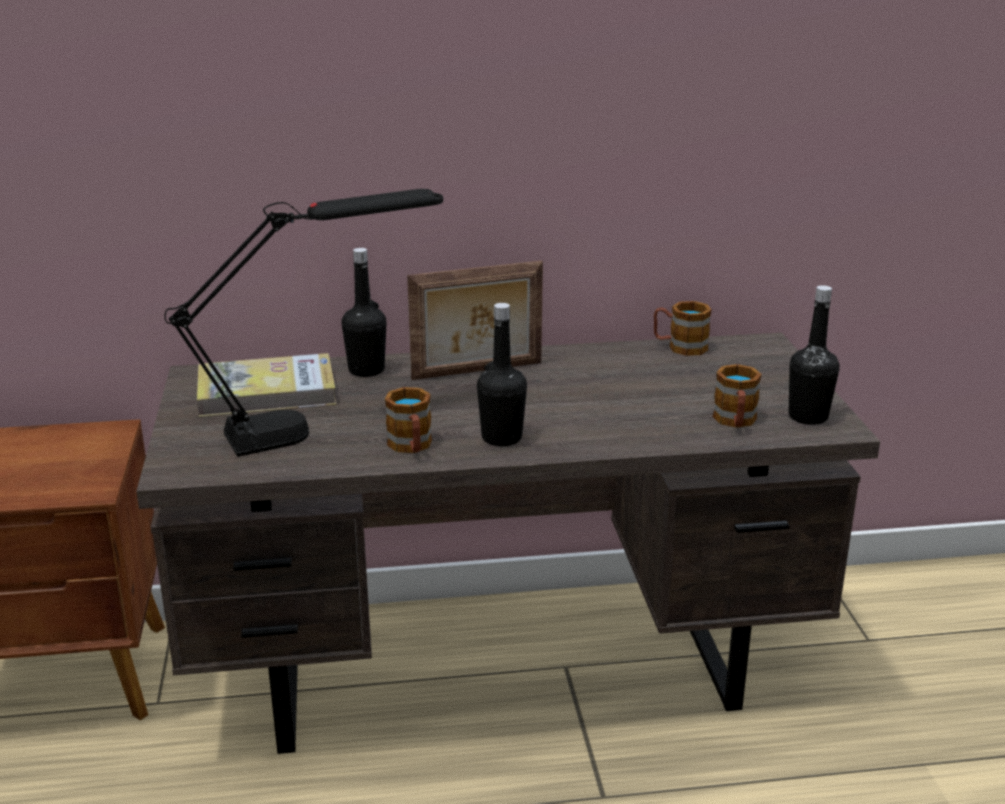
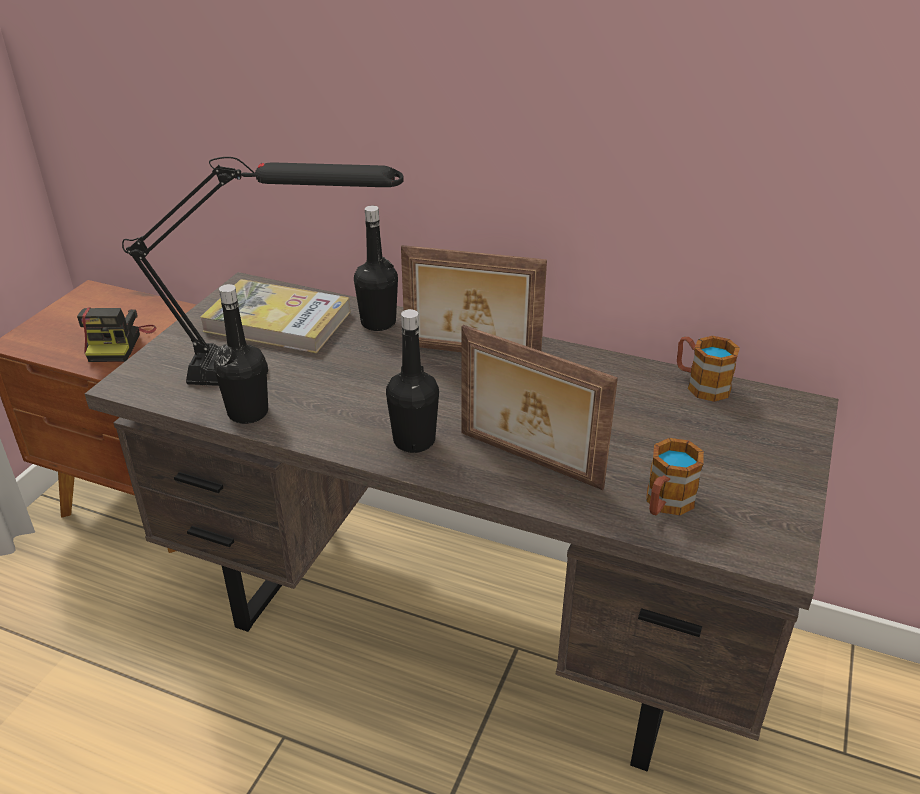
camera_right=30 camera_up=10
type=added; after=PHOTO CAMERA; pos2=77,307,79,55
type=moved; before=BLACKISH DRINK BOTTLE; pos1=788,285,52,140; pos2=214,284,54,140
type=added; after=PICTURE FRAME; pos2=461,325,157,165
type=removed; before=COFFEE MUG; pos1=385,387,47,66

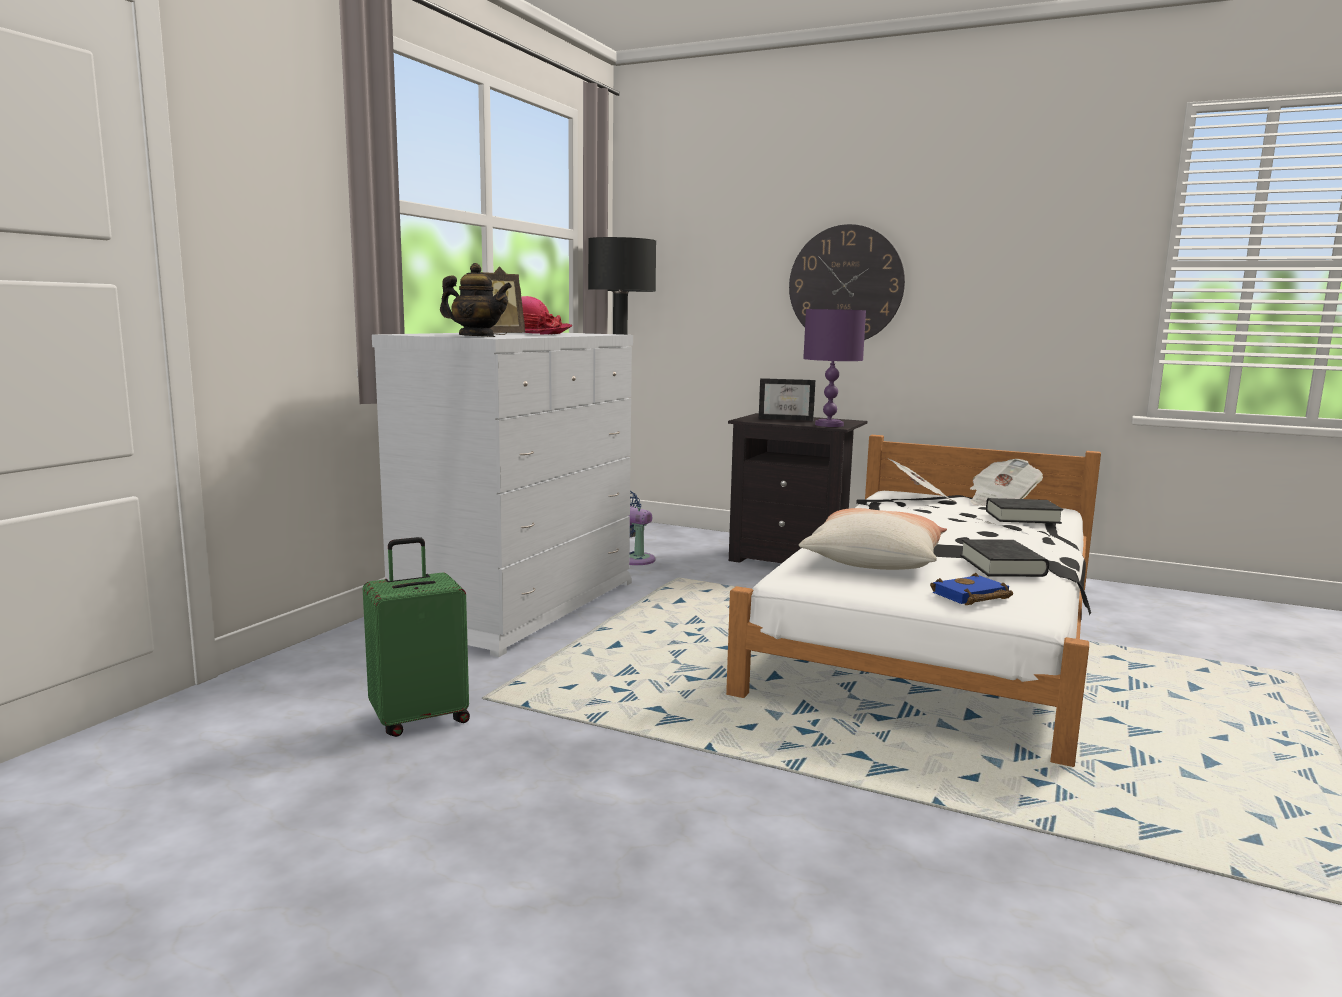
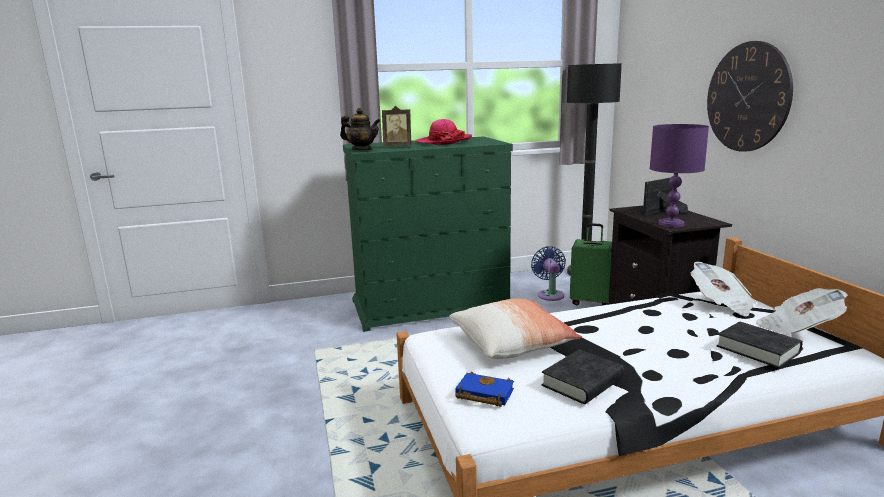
camera_right=50 camera_up=5
type=turned; before=TEA POT; pos1=440,263,72,74; pos2=340,108,41,42; turn=-45
type=recoloured; before=WHITE-COLOURED DRESSER; after=GREENISH DRESSER; pos1=372,333,261,324; pos2=343,136,170,196
type=moved; before=GREENISH PIECE OF LUGGAGE; pos1=363,537,107,200; pos2=570,223,42,82
type=turned; before=PICTURE FRAME; pos1=759,378,56,43; pos2=643,178,45,37; turn=90

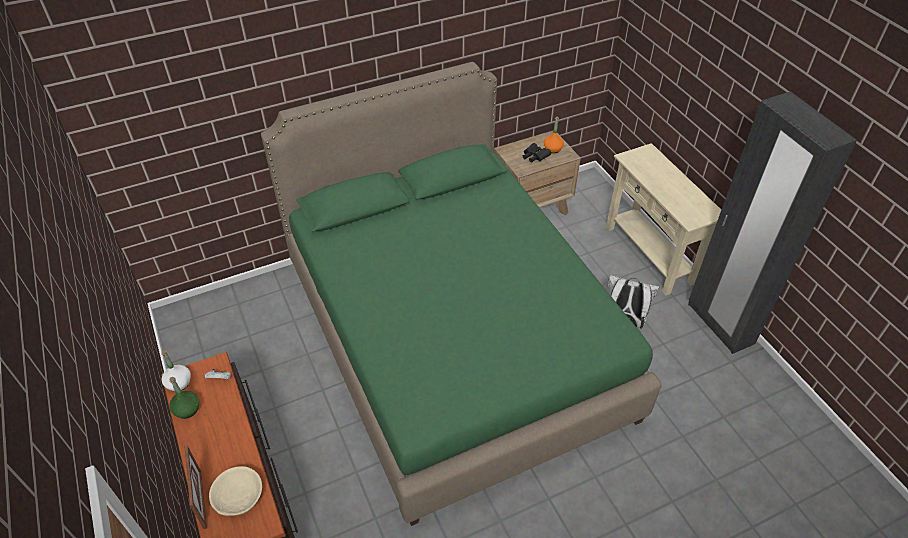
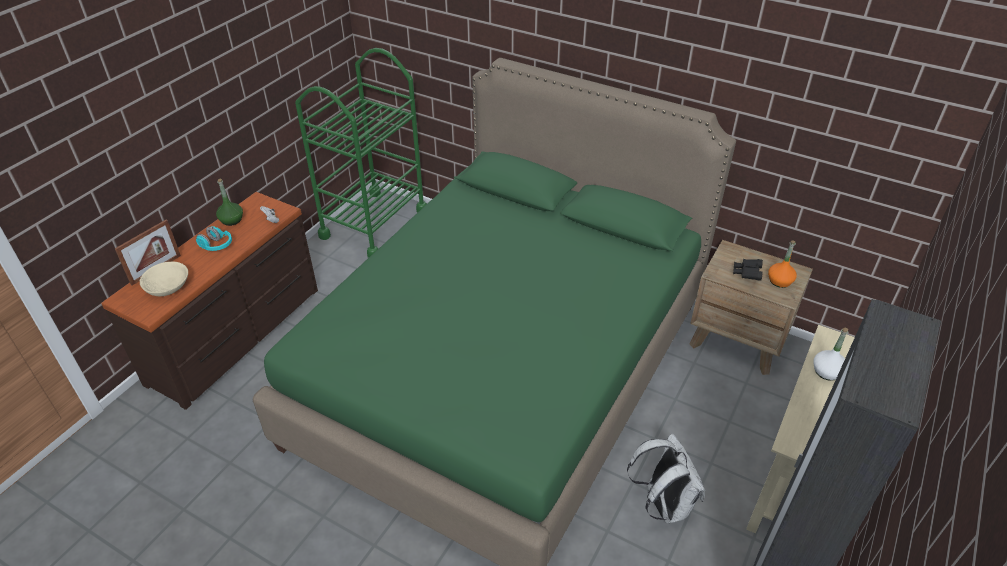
camera_right=55 camera_up=-5
type=added; after=TURQUOISE HEADSET; pos2=196,226,36,25
type=added; after=GREENISH WHEELED CART; pos2=295,48,132,210
type=moved; before=WHITE-COLOURED DRINK BOTTLE; pos1=161,350,30,42; pos2=814,328,34,53

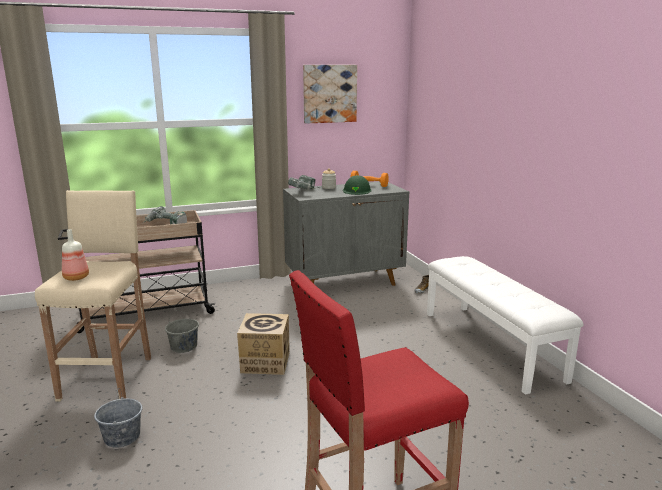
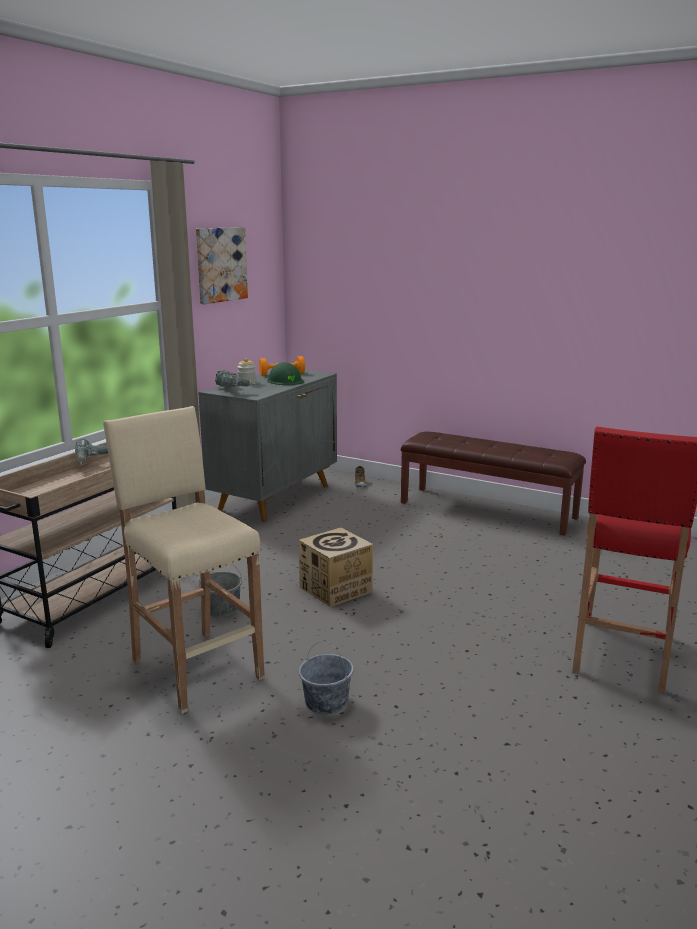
camera_right=-40 camera_up=0
type=recoloured; before=WHITE-COLOURED INDOOR BENCH; after=BROWN-COLOURED INDOOR BENCH; pos1=427,256,157,139; pos2=401,432,185,104
type=removed; before=DRINK BOTTLE; pos1=62,229,27,52

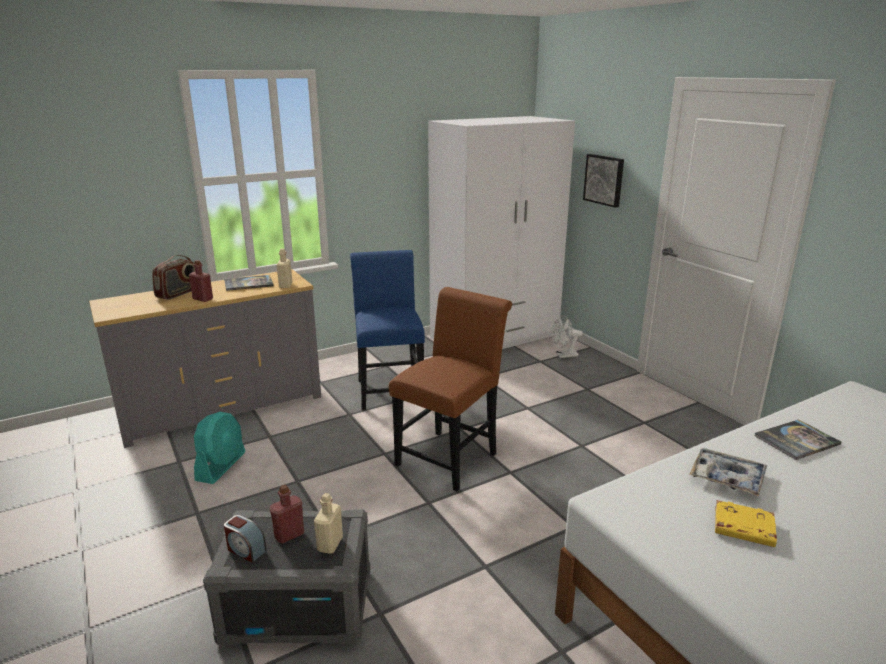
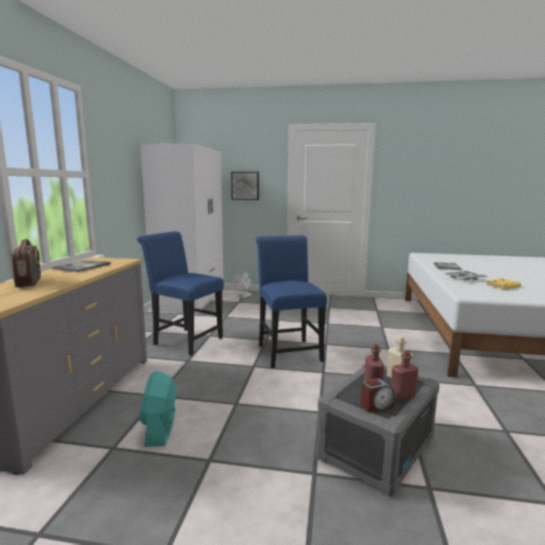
camera_right=-50 camera_up=-10
type=turned; before=TURQUOISE FAN; pos1=194,412,52,72; pos2=139,371,38,76; turn=-150
type=recoloured; before=BROWN-COLOURED CHAIR; after=BLUE-COLOURED CHAIR; pos1=389,287,123,204; pos2=256,235,71,133
type=moved; before=REDDISH DRINK BOTTLE; pos1=189,260,24,42; pos2=391,350,27,51
type=removed; before=BEIGE-COLOURED DRINK BOTTLE; pos1=277,248,16,40

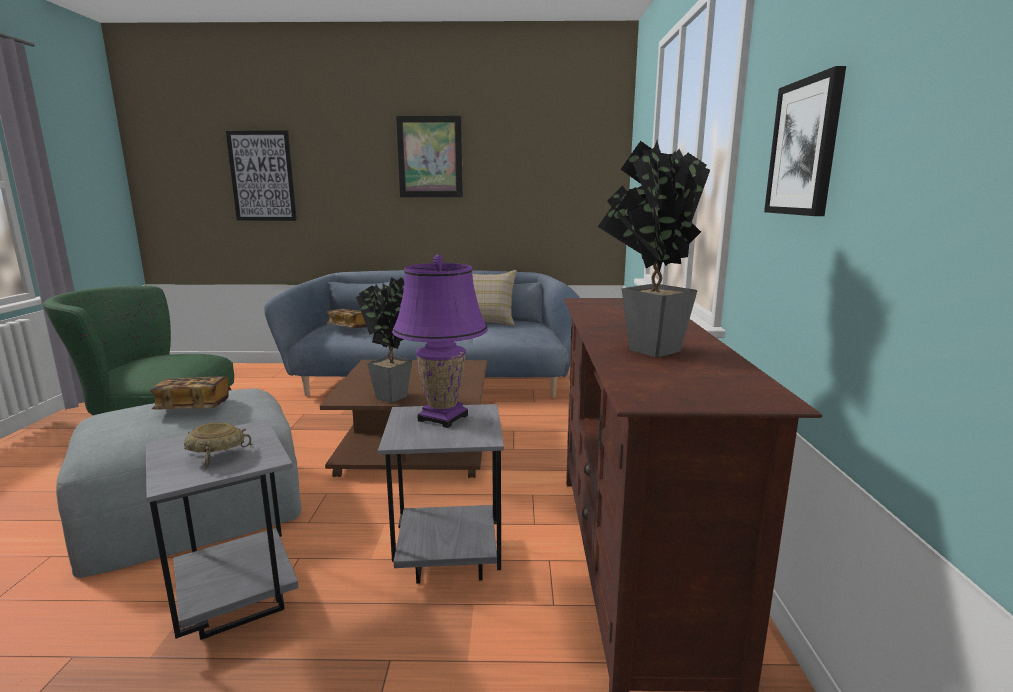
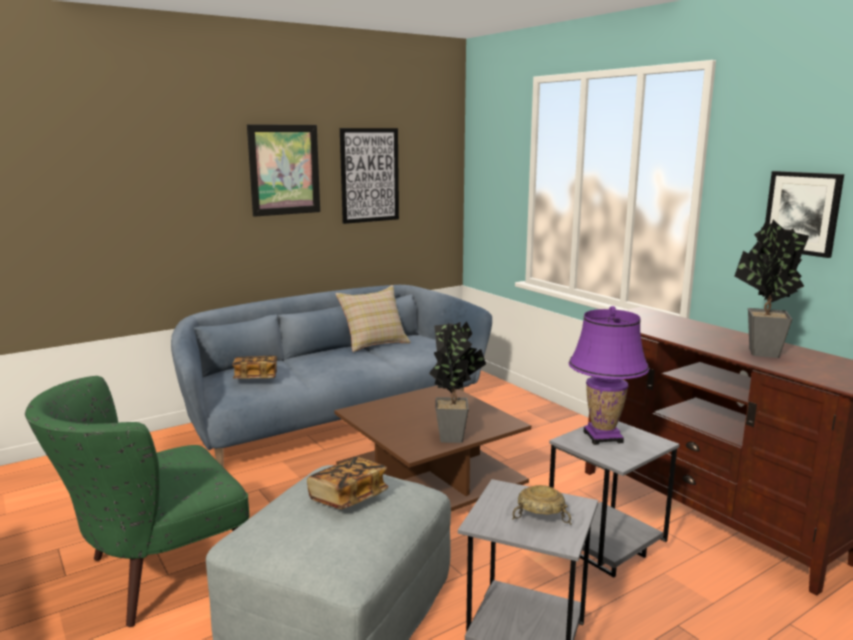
camera_right=-35 camera_up=0
type=moved; before=PICTURE; pos1=226,131,71,90; pos2=340,128,59,96

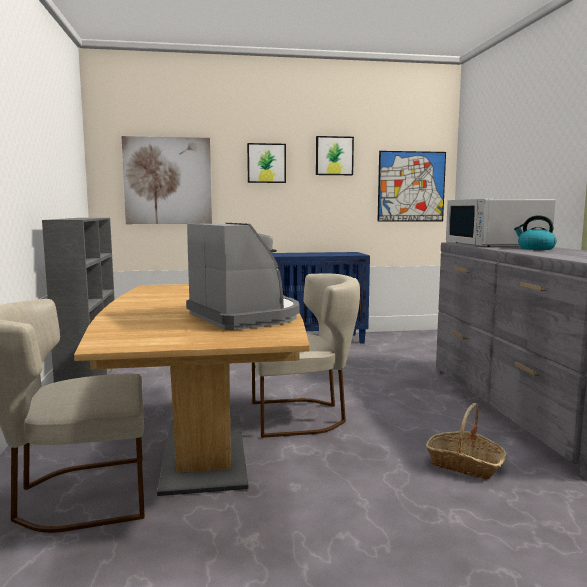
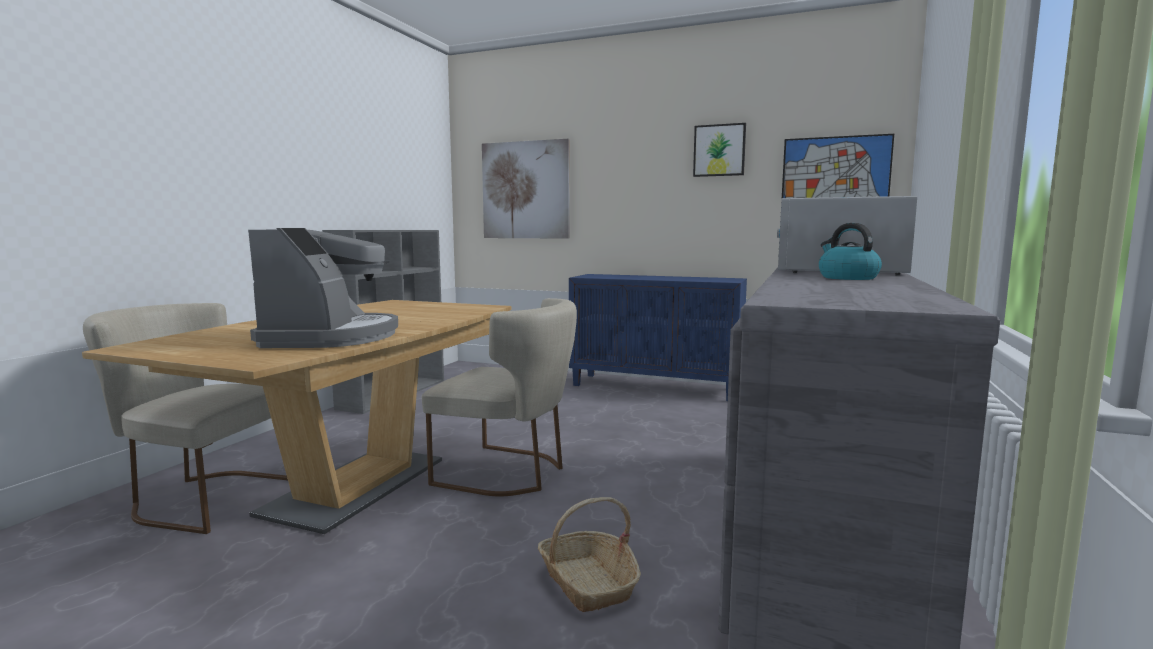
camera_right=30 camera_up=0
type=removed; before=PICTURE; pos1=247,143,39,40

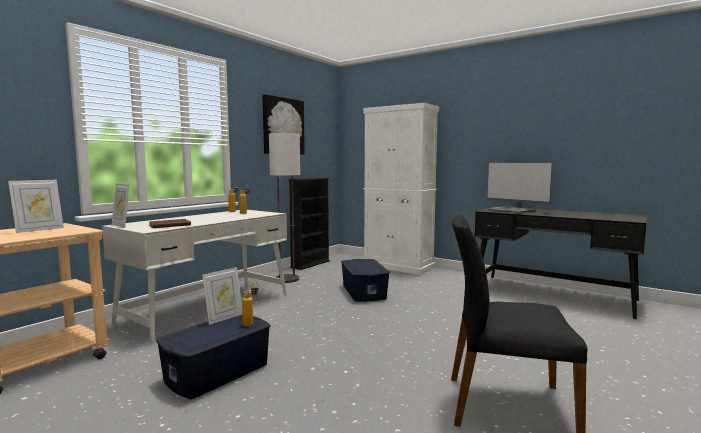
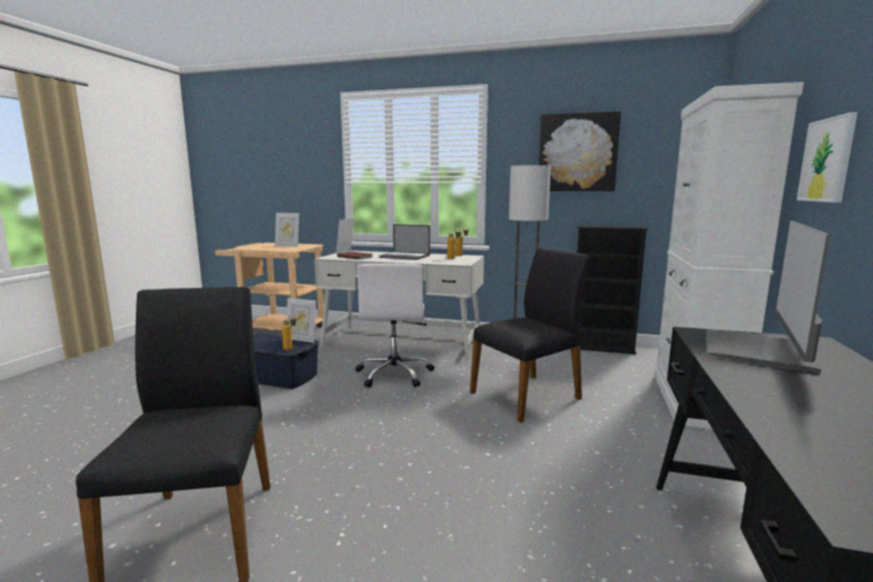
camera_right=70 camera_up=5
type=added; after=WHITE-COLOURED DESK CHAIR; pos2=355,264,79,124
type=added; after=LAPTOP; pos2=379,224,51,36
type=replaced; before=BLUE-COLOURED STORAGE CONTAINER; after=BLACKISH CHAIR; pos1=341,259,49,43; pos2=470,248,119,175
type=added; after=PICTURE; pos2=797,112,61,91

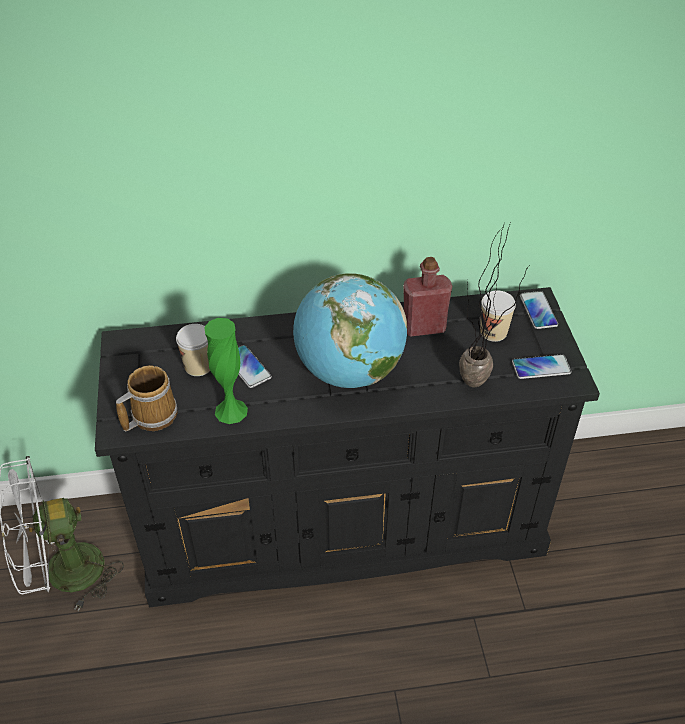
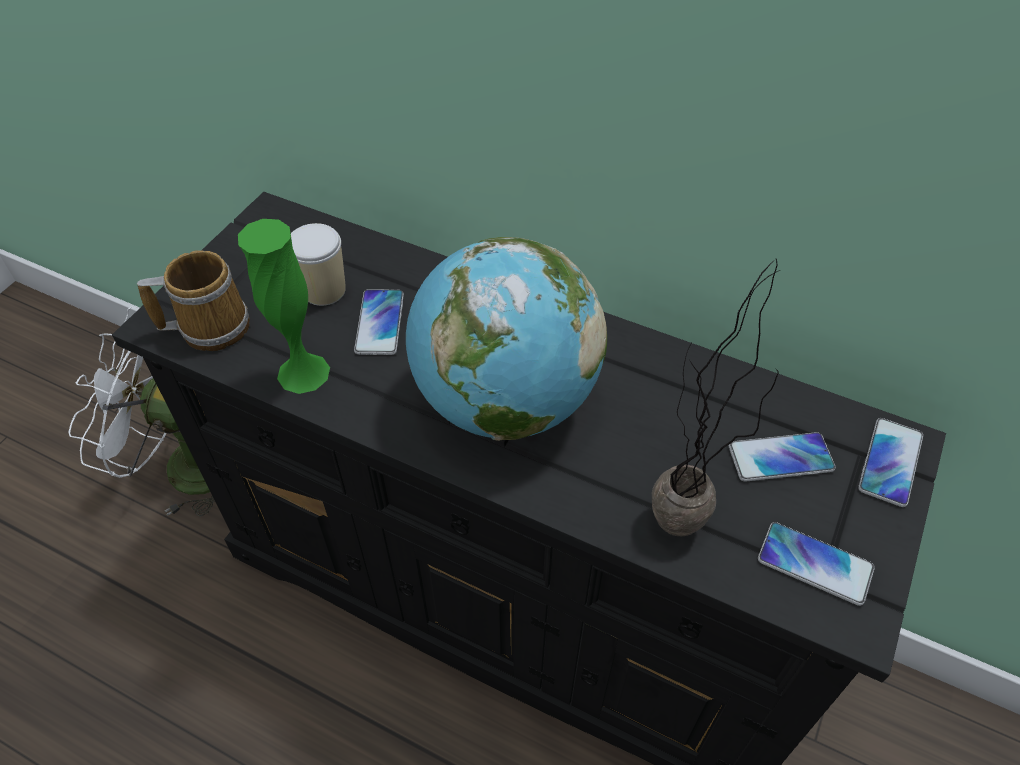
camera_right=35 camera_up=5
type=replaced; before=SMALL CUP; after=HANDSET; pos1=480,290,36,52; pos2=729,432,107,50
type=removed; before=REDDISH DRINK BOTTLE; pos1=403,257,49,80

